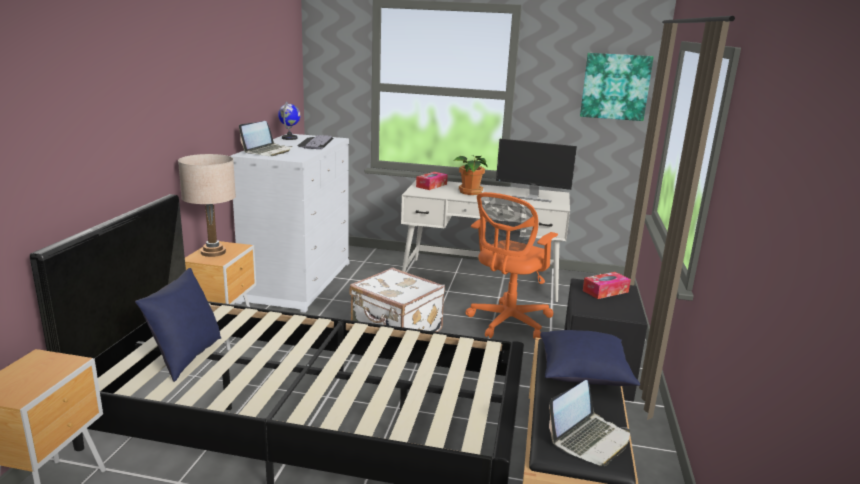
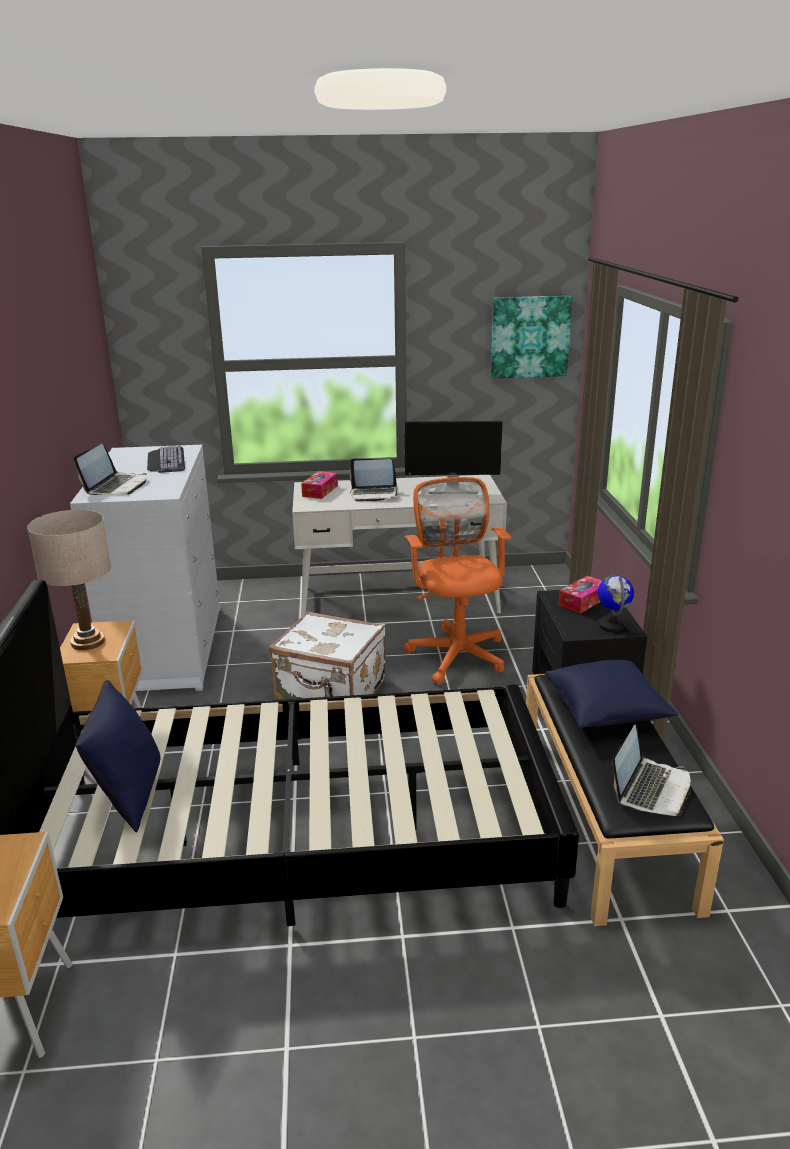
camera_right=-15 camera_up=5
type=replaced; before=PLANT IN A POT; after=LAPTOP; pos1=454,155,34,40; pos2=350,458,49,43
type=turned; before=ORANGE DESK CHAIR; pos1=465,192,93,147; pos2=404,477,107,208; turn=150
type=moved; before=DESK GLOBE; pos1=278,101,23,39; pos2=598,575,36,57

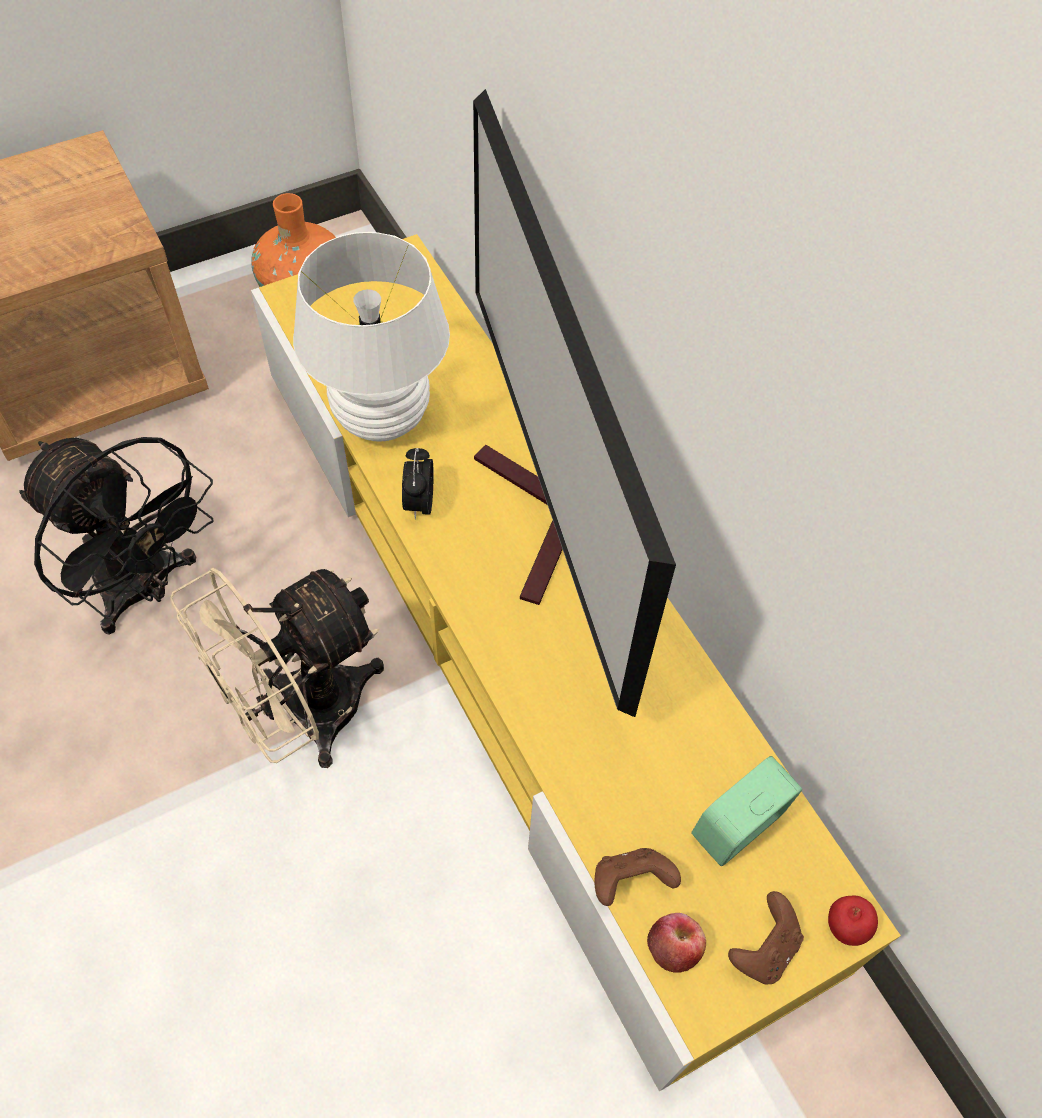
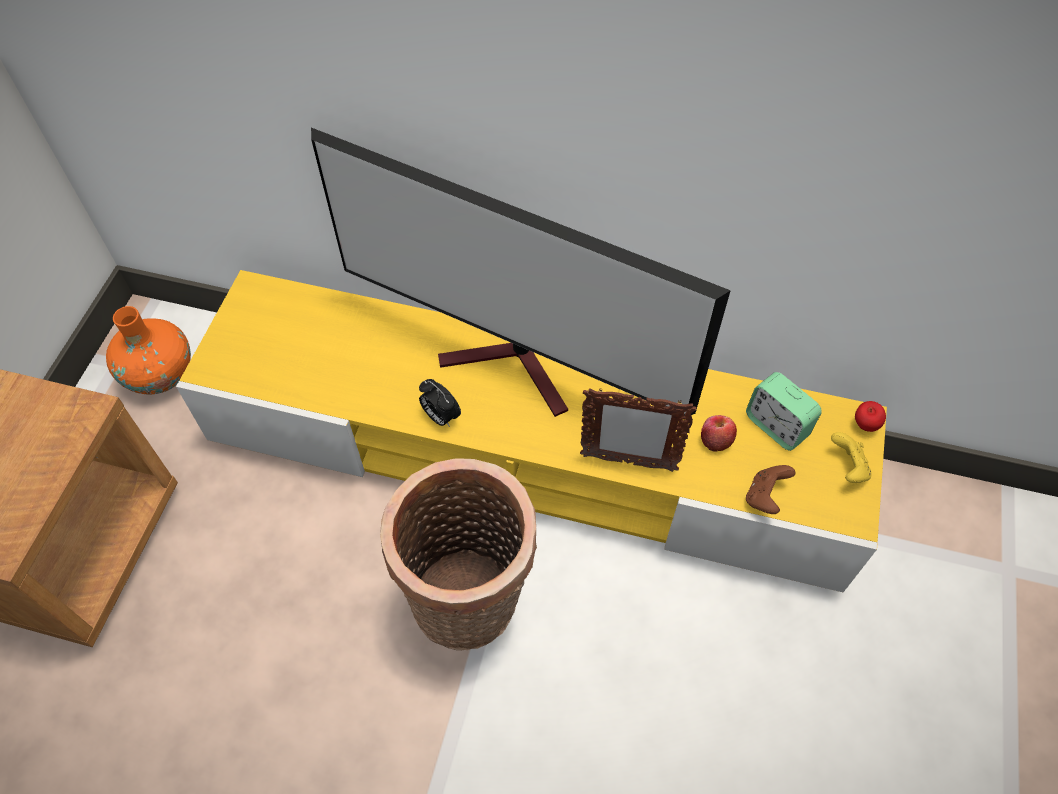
camera_right=-45 camera_up=0
type=replaced; before=BEIGE-COLOURED FAN; after=HOUSEHOLD BASKET; pos1=170,568,214,200; pos2=380,458,157,193
type=added; after=PICTURE FRAME; pos2=580,388,117,84
type=moved; before=APPLE; pos1=647,913,59,60; pos2=701,415,36,37
type=turned; before=TABLE CLOCK; pos1=691,756,111,110; pos2=746,372,76,79; turn=-45
type=recoloured; before=BROWN-COLOURED GAME CONTROLLER; after=YELLOW-COLOURED GAME CONTROLLER; pos1=728,891,76,94; pos2=831,432,41,51
type=removed; before=BLACKISH FAN; pos1=19,437,195,197
type=removed; before=WHITE-COLOURED LAMP FOR A TABLE; pos1=293,232,157,210

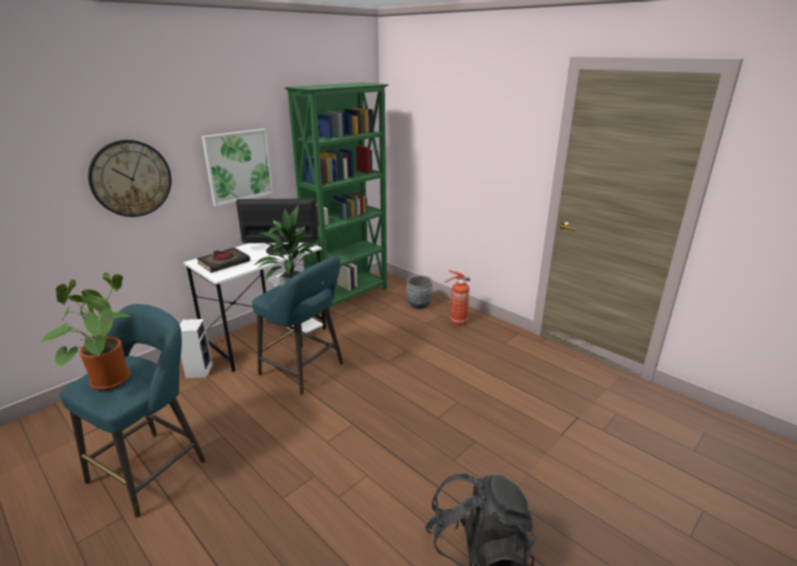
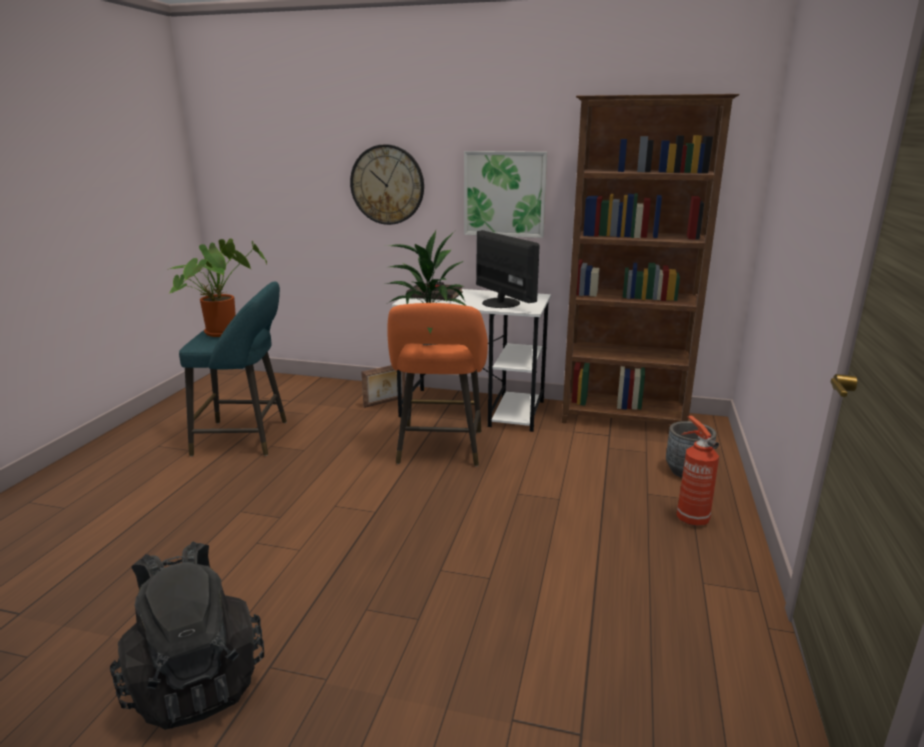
camera_right=60 camera_up=-5
type=replaced; before=LOUDSPEAKER; after=PICTURE FRAME; pos1=180,319,33,59; pos2=361,365,45,43
type=recoloured; before=TURQUOISE STOOL; after=ORANGE STOOL; pos1=252,256,91,139; pos2=387,303,101,164
type=recoloured; before=GREENISH SHELVING UNIT; after=BROWN-COLOURED SHELVING UNIT; pos1=284,82,105,230; pos2=562,94,178,330

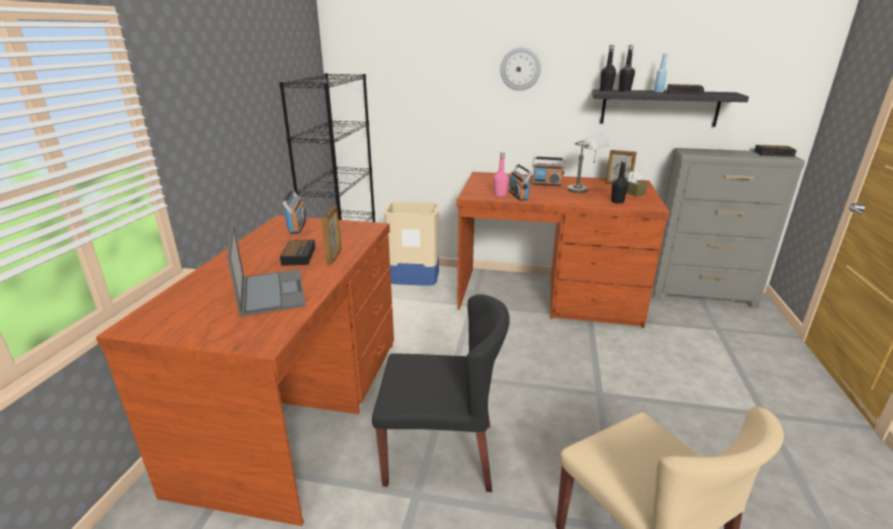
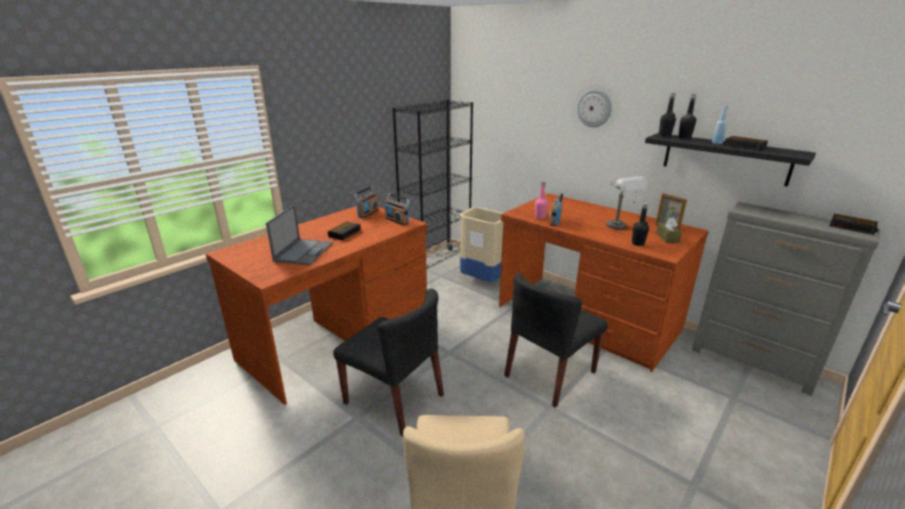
camera_right=30 camera_up=0
type=moved; before=RADIO; pos1=532,157,34,29; pos2=385,193,25,32
type=added; after=BLACKISH CHAIR; pos2=504,273,103,135
type=removed; before=PICTURE FRAME; pos1=321,205,21,60

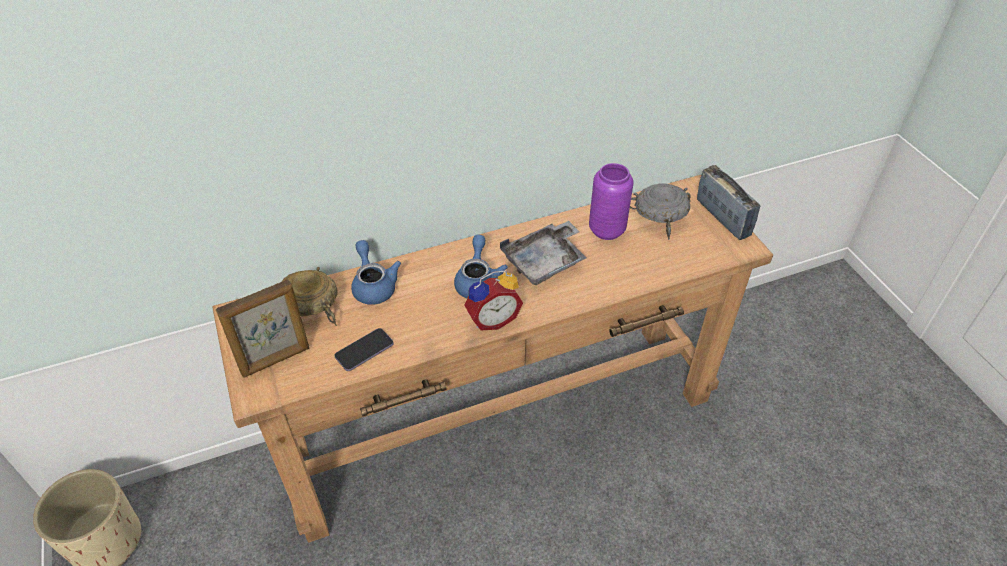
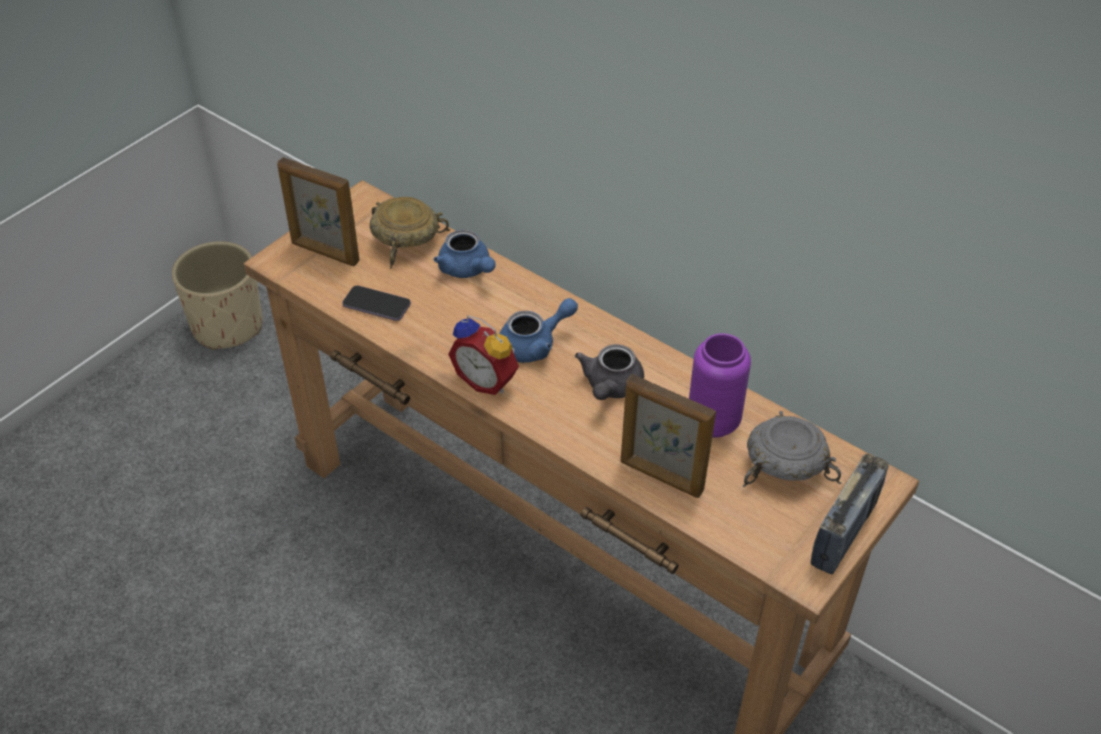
camera_right=60 camera_up=0
type=turned; before=BLUE-COLOURED TEA POT; pos1=351,240,50,65; pos2=434,230,62,48; turn=105
type=replaced; before=GREYISH SERVING TRAY; after=GREYISH TEA POT; pos1=500,221,87,64; pos2=575,344,69,56
type=added; after=PICTURE FRAME; pos2=621,374,95,124

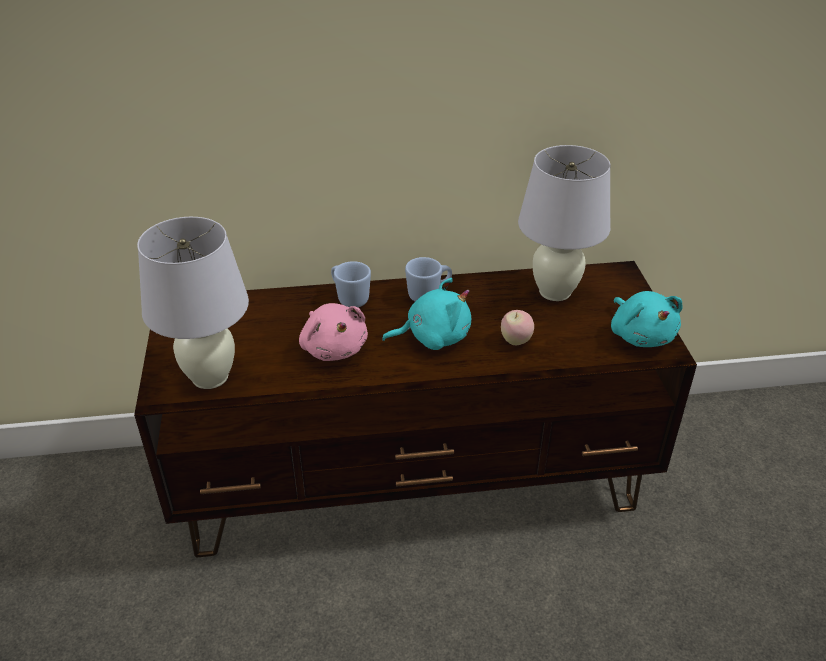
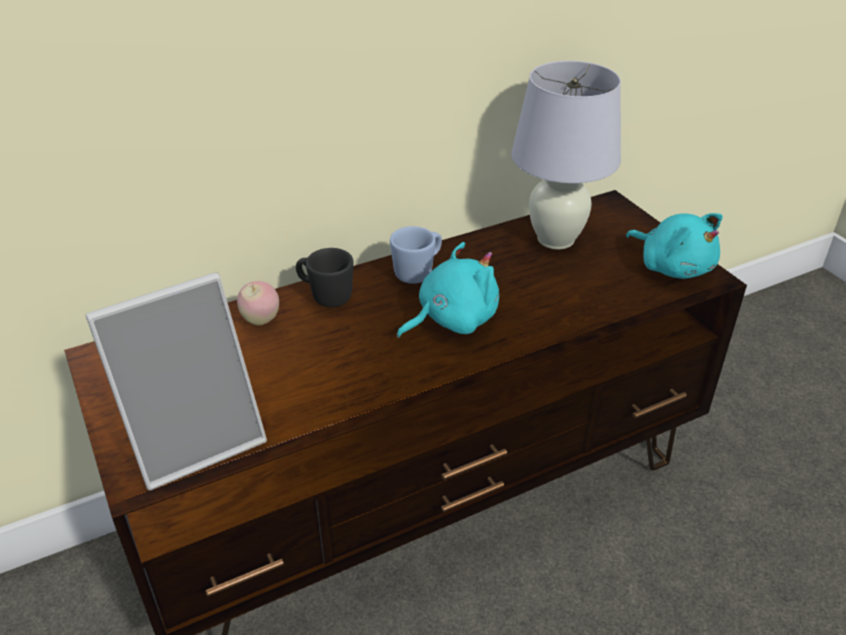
camera_right=-20 camera_up=0
type=replaced; before=WHITE-COLOURED LAMP FOR A TABLE; after=PICTURE FRAME; pos1=137,217,112,172; pos2=85,272,182,218
type=moved; before=APPLE; pos1=501,310,33,35; pos2=237,281,42,44
type=recoloured; before=BLUE-COLOURED COFFEE MUG; after=BLACKISH COFFEE MUG; pos1=331,261,40,46; pos2=296,248,58,59
type=removed; before=PINK-COLOURED CUDDLY TOY; pos1=299,303,69,58

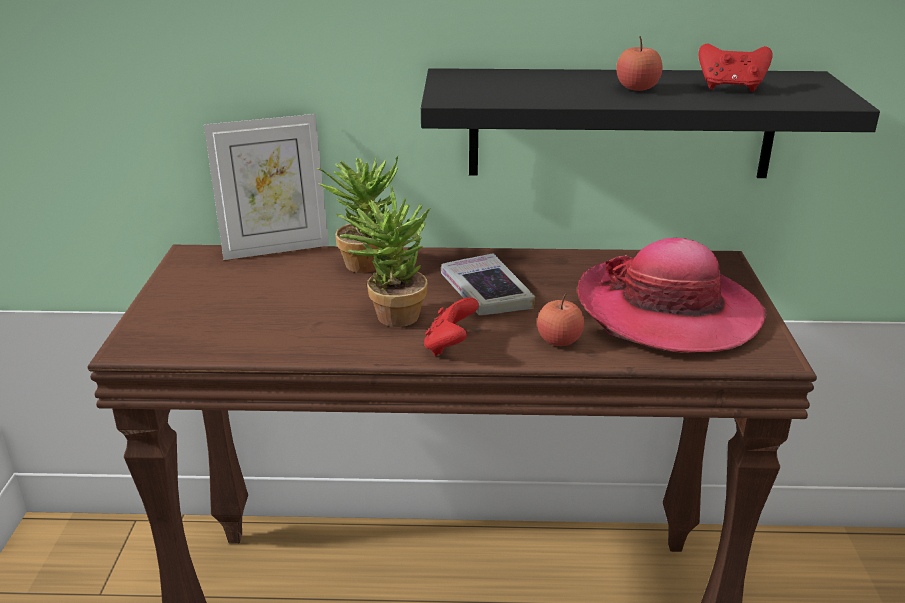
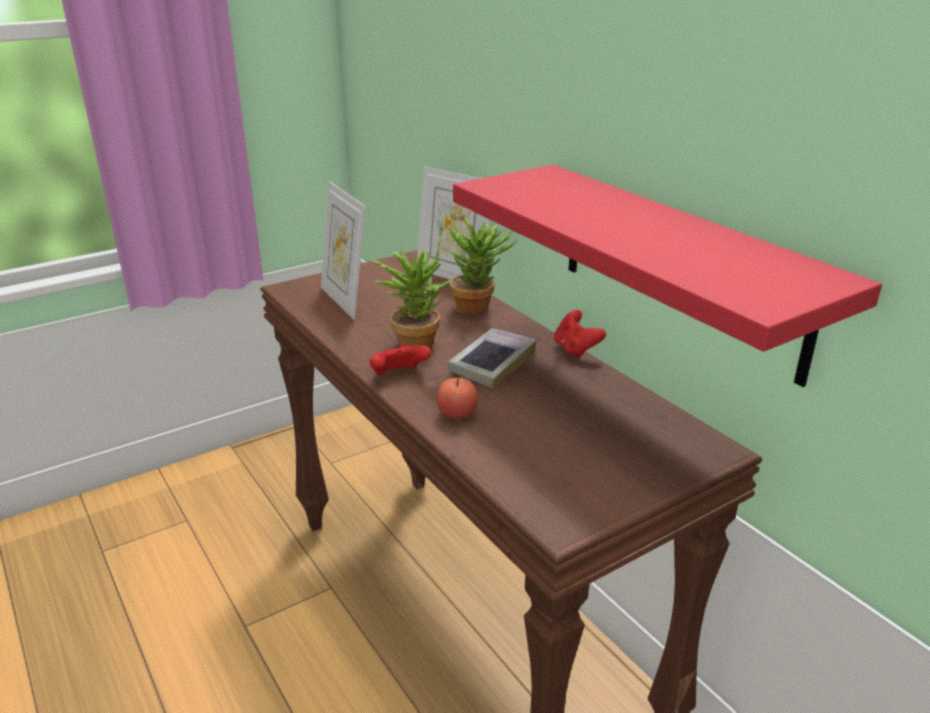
camera_right=55 camera_up=0
type=added; after=PICTURE FRAME; pos2=321,181,45,139
type=recoloured; before=BLACKISH WALL SHELF; after=REDDISH WALL SHELF; pos1=421,68,459,110; pos2=453,165,429,222
type=moved; before=REDDISH GAME CONTROLLER; pos1=698,44,74,48; pos2=554,310,52,49
type=removed; before=WEARABLE HAT; pos1=577,238,190,115
type=removed; before=APPLE; pos1=617,36,46,55

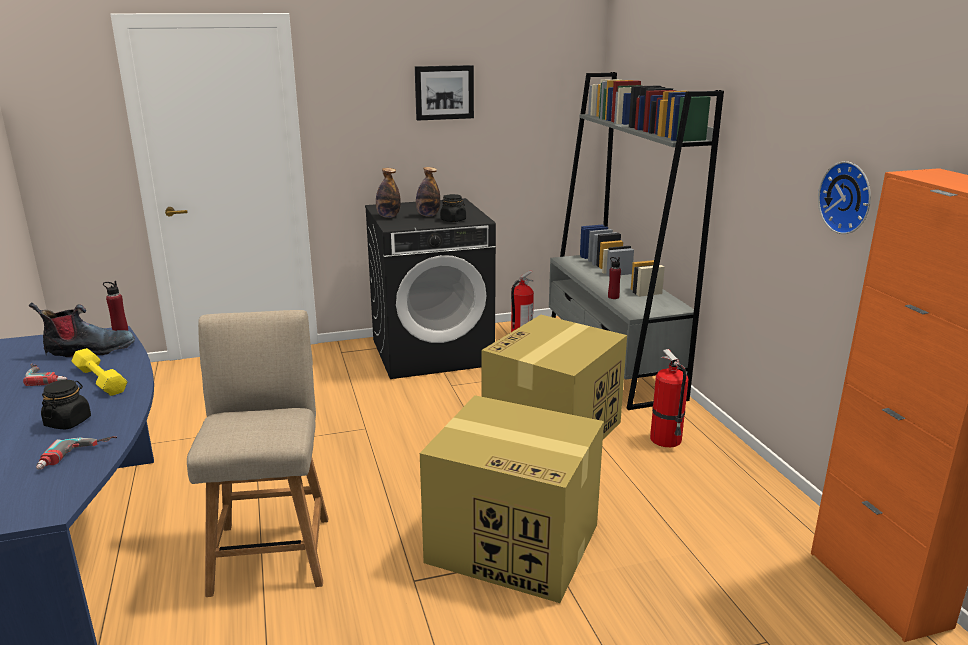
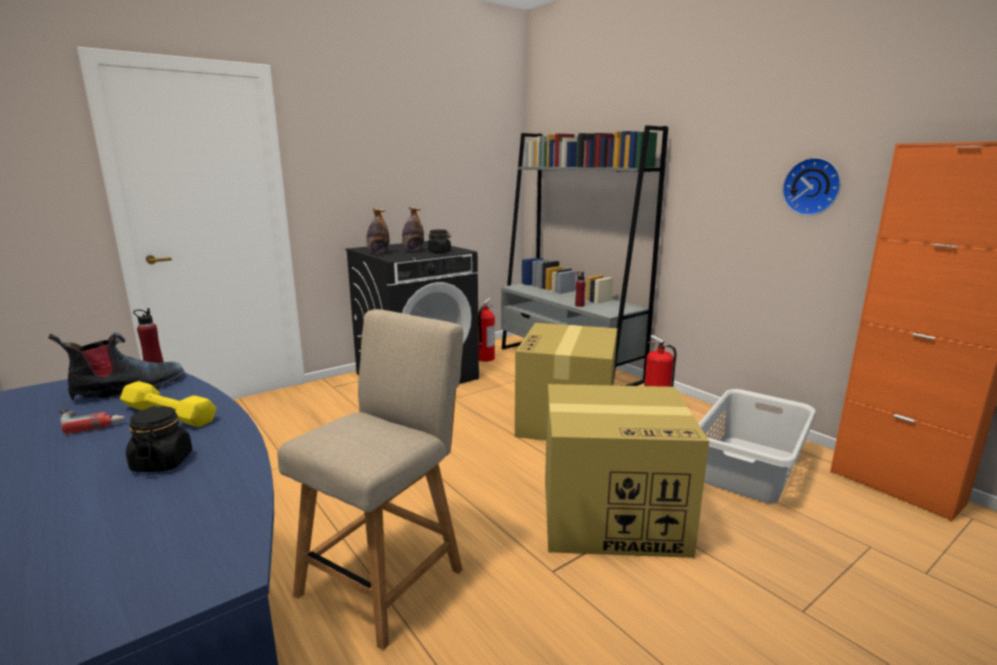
camera_right=-20 camera_up=-5
type=turned; before=BEIGE-COLOURED CHAIR; pos1=187,310,141,287; pos2=277,309,187,341; turn=60
type=added; after=GREYISH LAUNDRY BASKET; pos2=698,389,118,115
type=removed; before=POWER DRILL; pos1=36,436,81,34
type=removed; before=PICTURE; pos1=415,65,59,56

